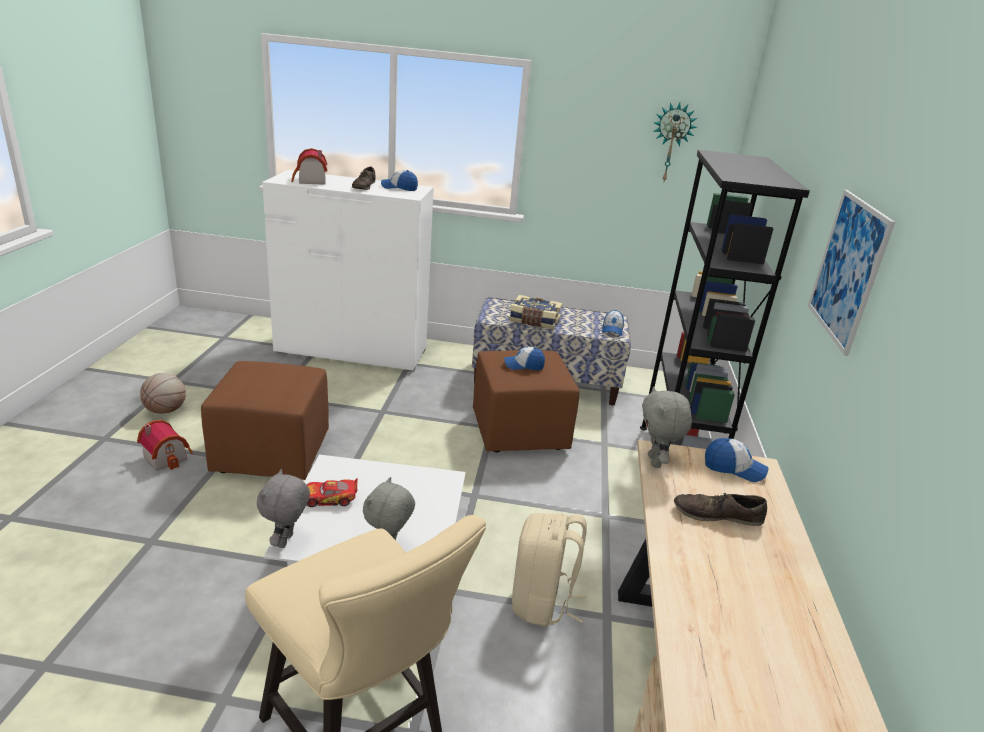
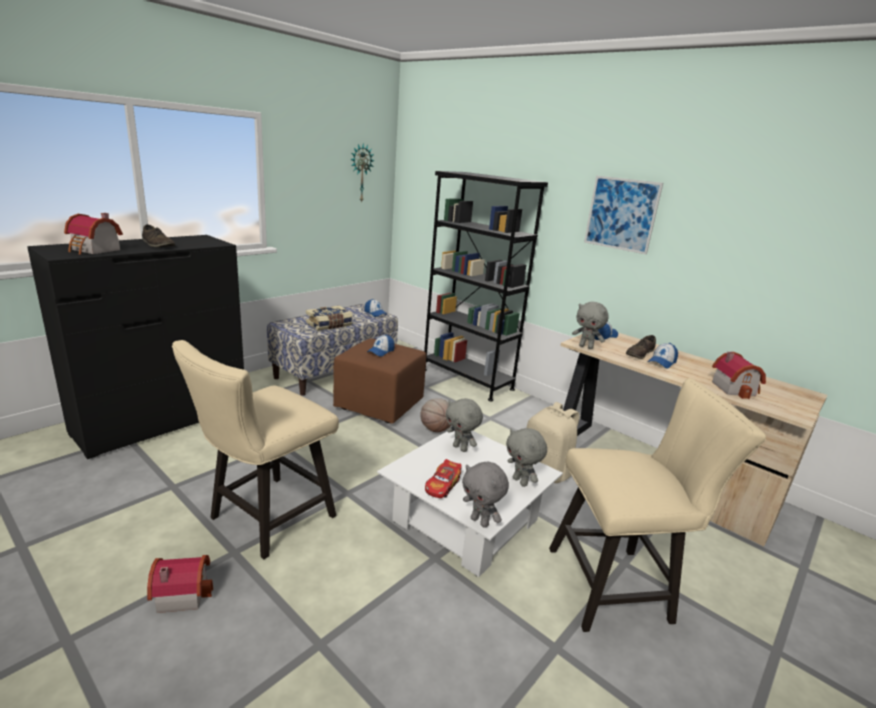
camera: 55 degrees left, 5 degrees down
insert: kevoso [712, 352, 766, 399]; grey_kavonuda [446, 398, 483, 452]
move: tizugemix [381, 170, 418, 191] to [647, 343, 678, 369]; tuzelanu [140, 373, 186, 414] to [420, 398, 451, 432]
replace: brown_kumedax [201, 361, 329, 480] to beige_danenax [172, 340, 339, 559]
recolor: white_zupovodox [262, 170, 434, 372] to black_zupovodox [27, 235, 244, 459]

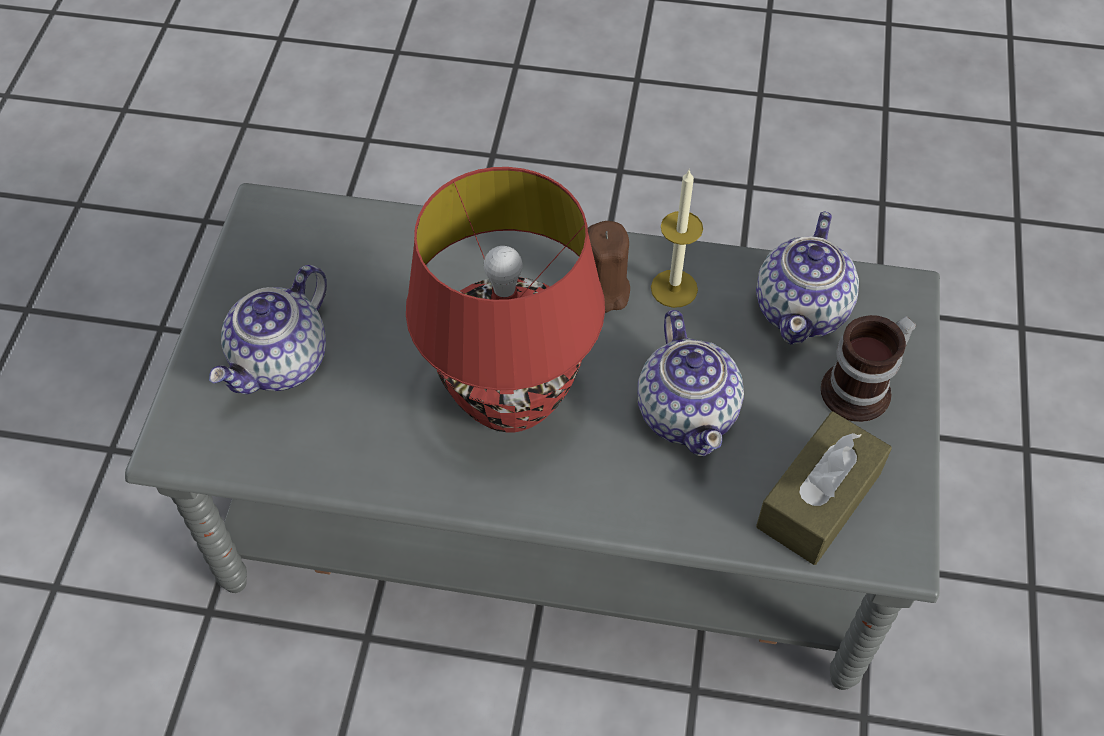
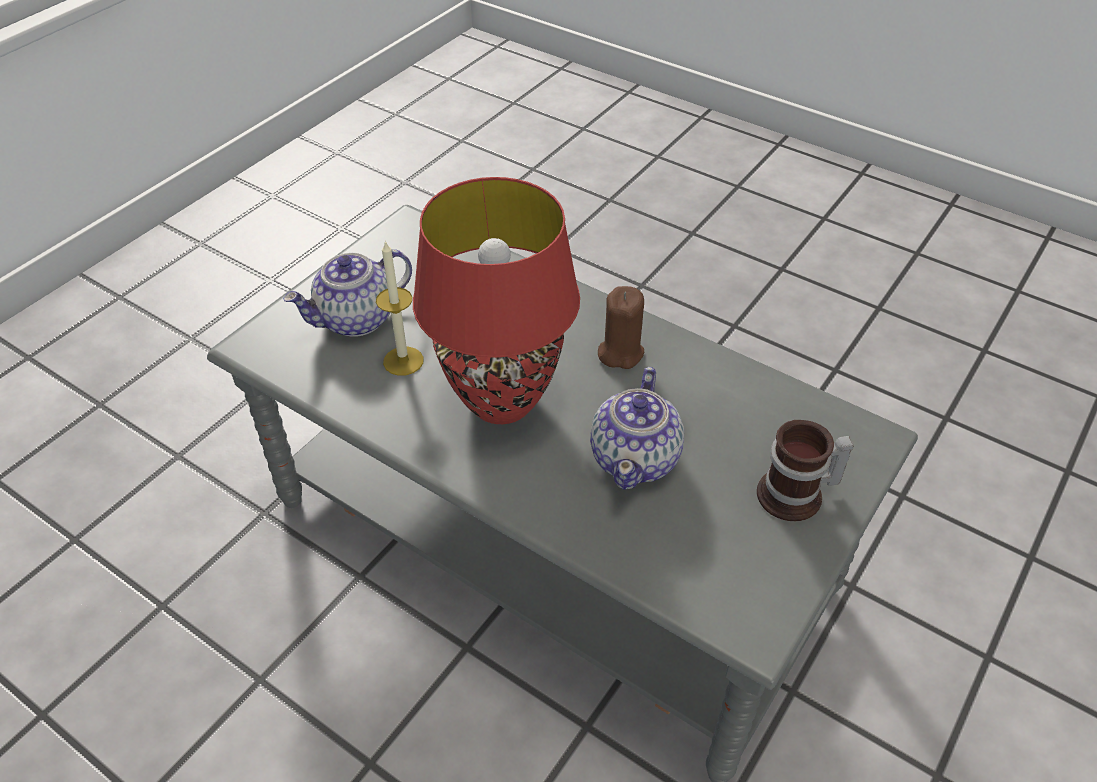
camera: 25 degrees right, 10 degrees down
delete: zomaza [756, 211, 859, 344]; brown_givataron [756, 412, 892, 565]
move: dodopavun [651, 170, 703, 308] to [376, 241, 424, 376]

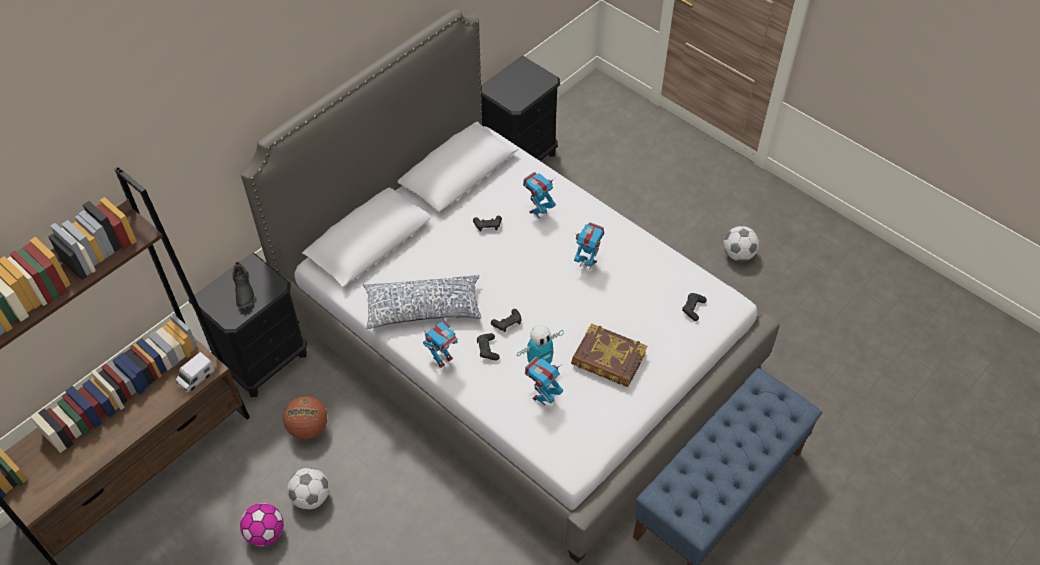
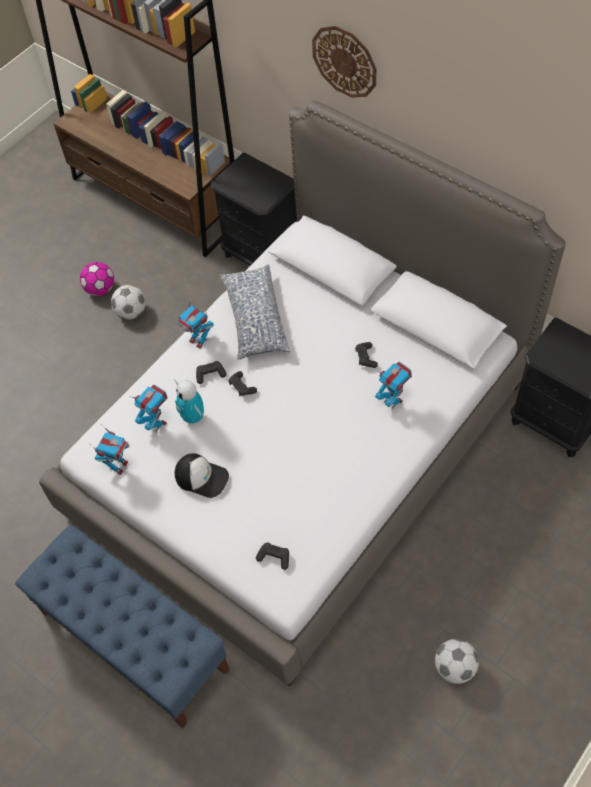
camera: 90 degrees right, 5 degrees up
delete: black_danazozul [233, 262, 254, 309]; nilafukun [176, 352, 215, 393]; tuzelanu [283, 396, 327, 440]
insert: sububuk [312, 26, 376, 98]
move: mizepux [574, 222, 605, 270] to [90, 424, 129, 475]
replace: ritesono [571, 323, 647, 387] to tizugemix [175, 453, 229, 498]

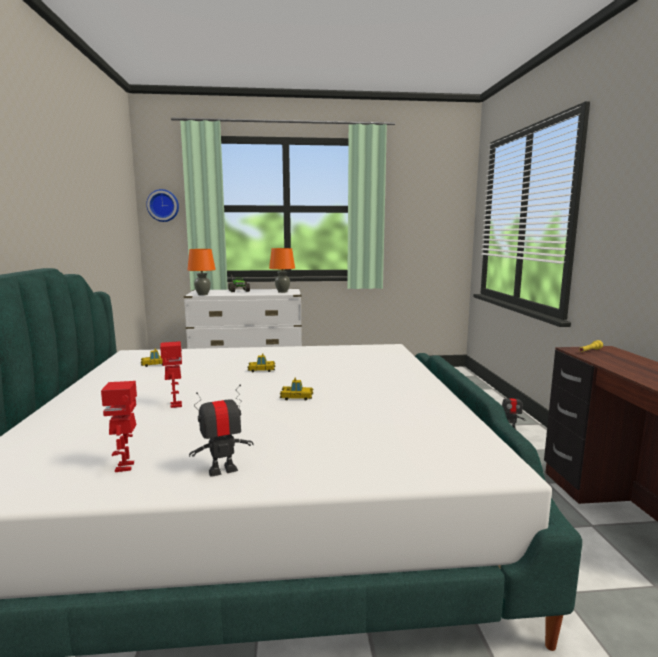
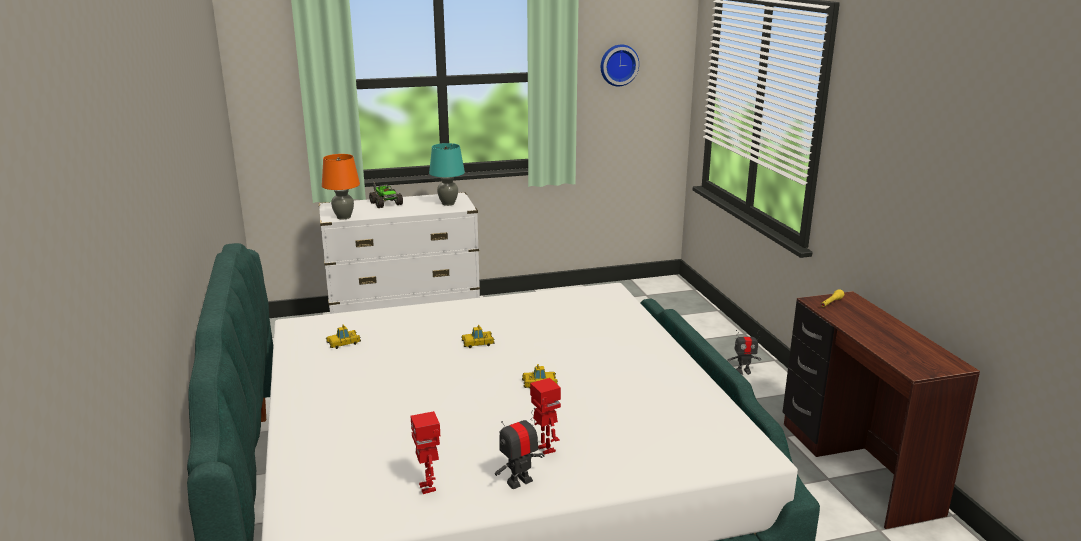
camera: 10 degrees left, 10 degrees up
move: sububuk [146, 189, 179, 222] to [601, 44, 639, 86]; mizepux [160, 341, 182, 408] to [530, 378, 561, 455]
recolor: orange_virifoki [269, 248, 295, 293] to turquoise_virifoki [429, 143, 465, 206]

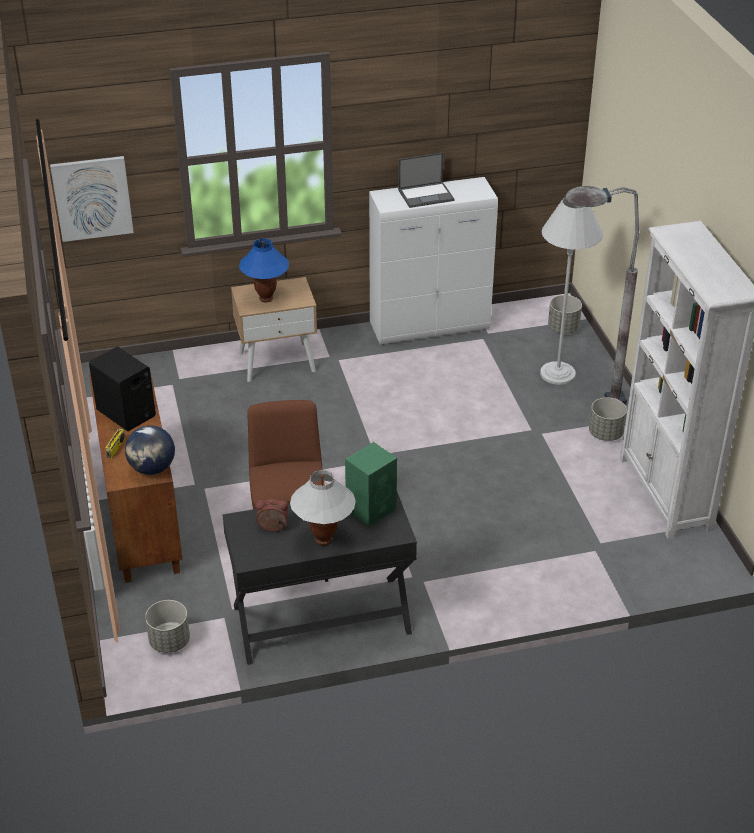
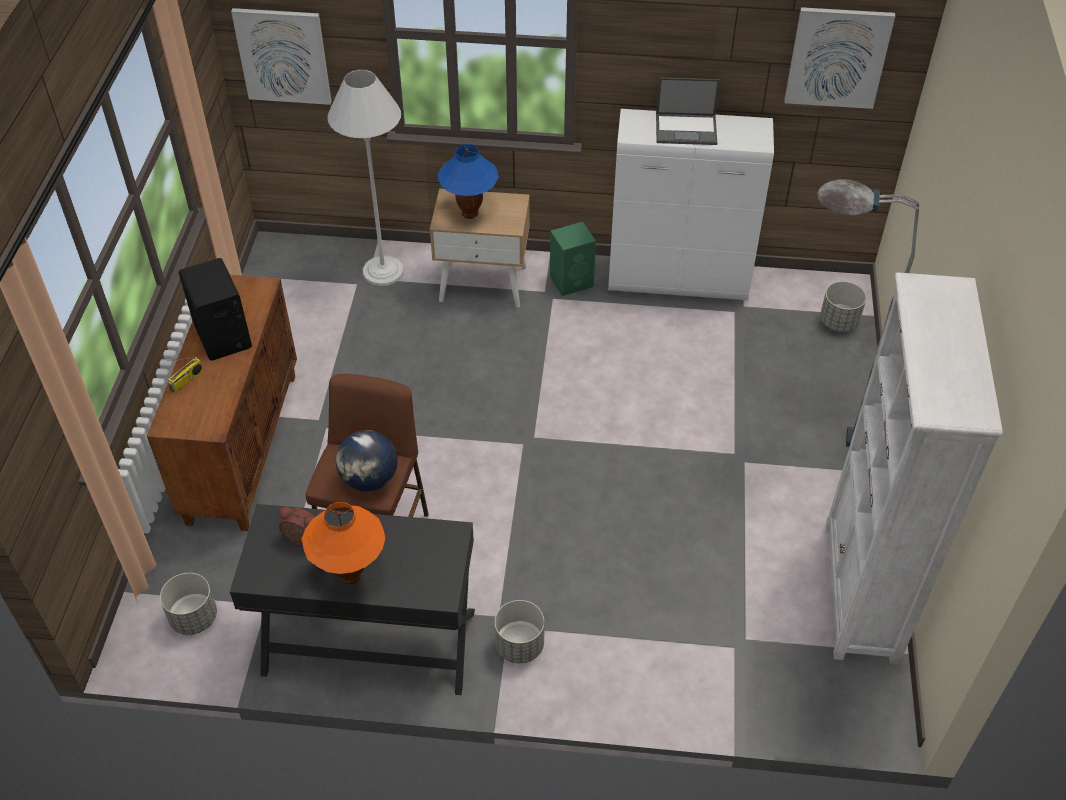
camera: 20 degrees right, 10 degrees up
insert: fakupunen [784, 7, 895, 109]
move: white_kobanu [540, 197, 603, 385] to [327, 69, 404, 286]; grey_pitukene [589, 397, 627, 441] to [495, 600, 545, 663]; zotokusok [125, 425, 175, 475] to [336, 430, 398, 492]; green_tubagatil [345, 442, 397, 527] to [550, 222, 596, 296]
recolor: white_virifoki [290, 470, 356, 546] to orange_virifoki [302, 502, 385, 584]

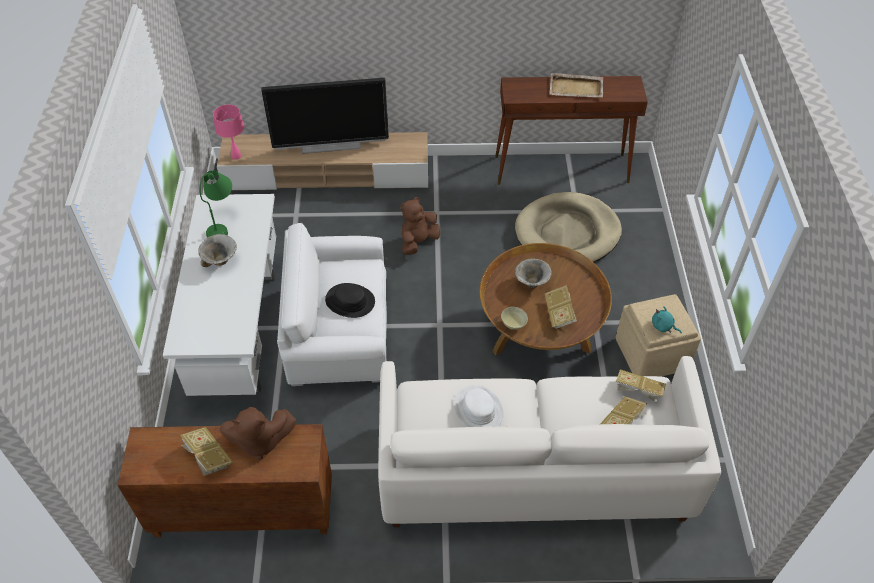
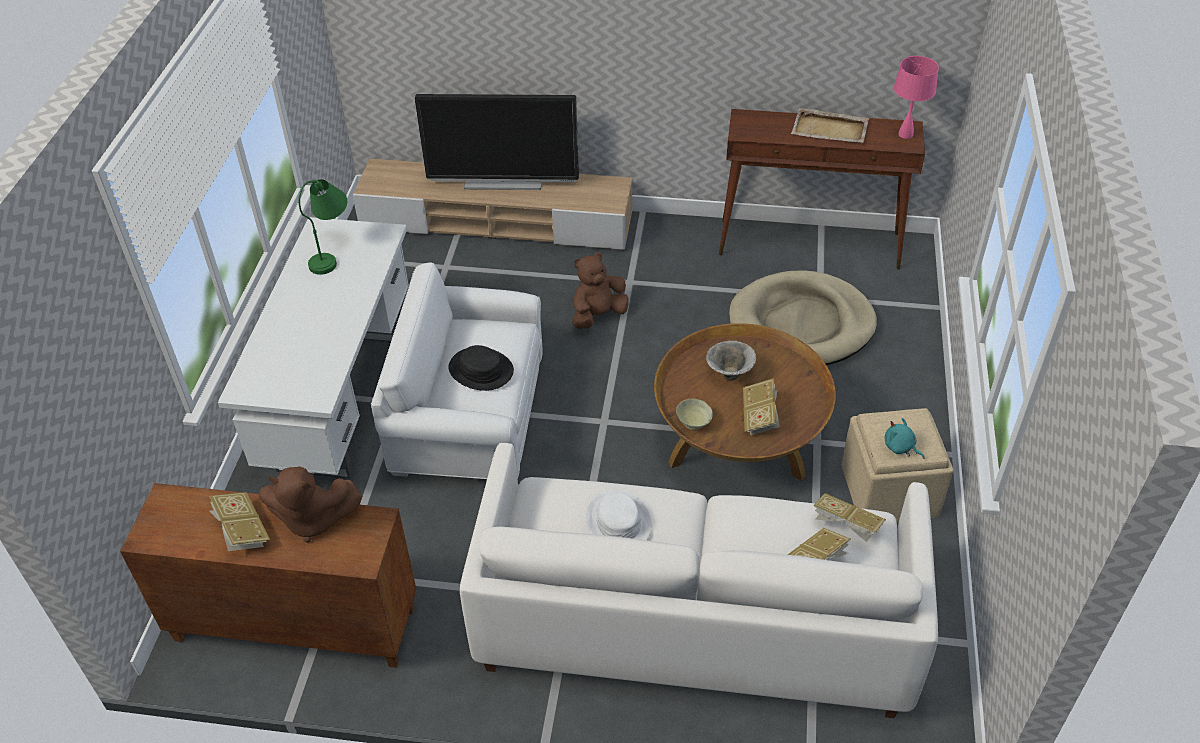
camera: 10 degrees right, 5 degrees down
delete: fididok [198, 234, 237, 267]
move: pink_virifoki [213, 105, 244, 160] to [894, 56, 939, 139]

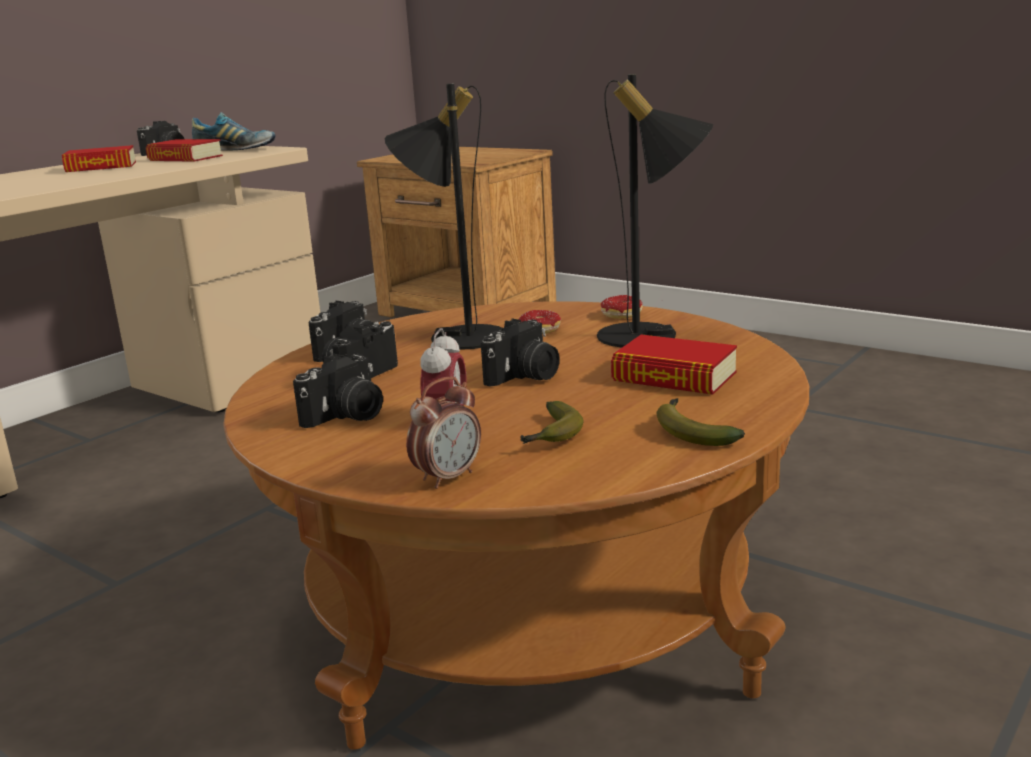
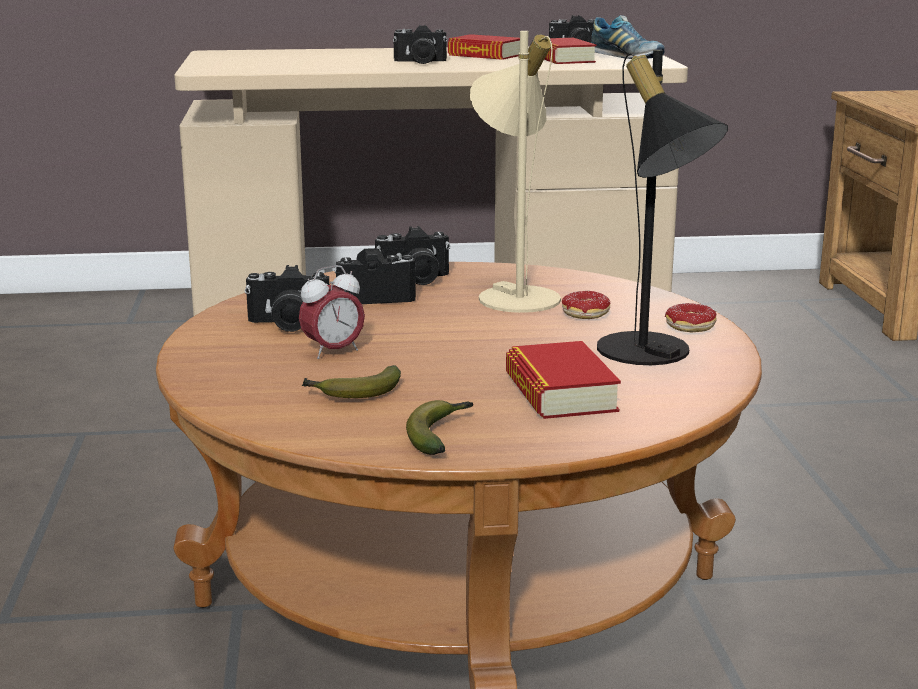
camera: 45 degrees right, 0 degrees up
delete: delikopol [406, 377, 481, 489]
move: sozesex [481, 318, 560, 387] to [393, 25, 447, 64]
recolor: black_virifoki [384, 84, 503, 350] to beige_virifoki [470, 31, 561, 313]

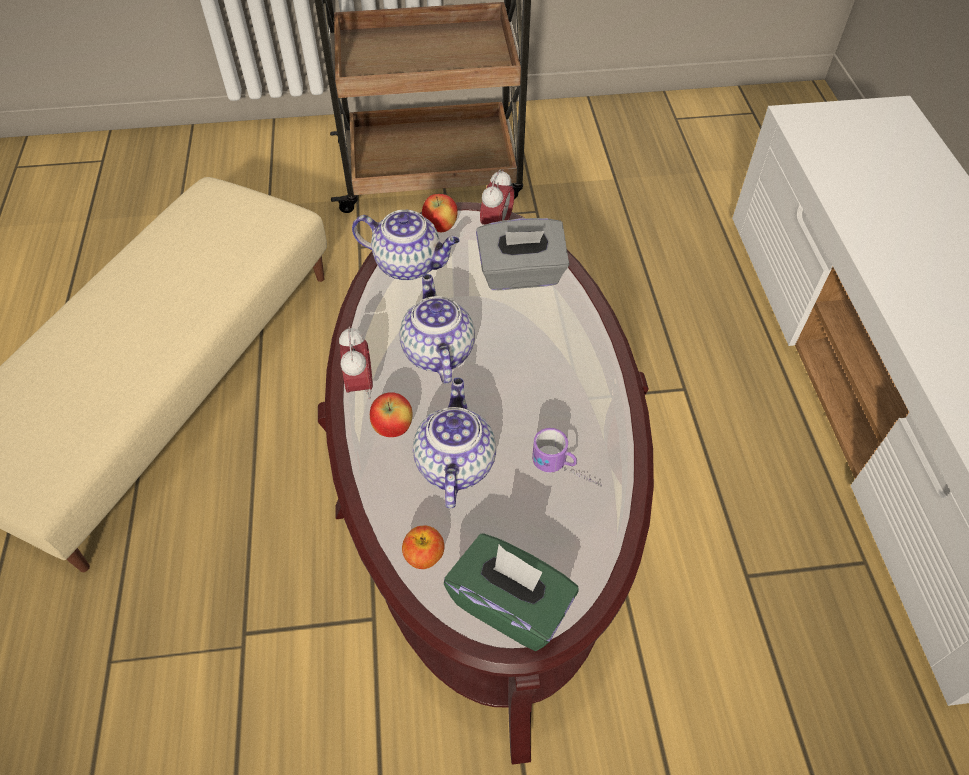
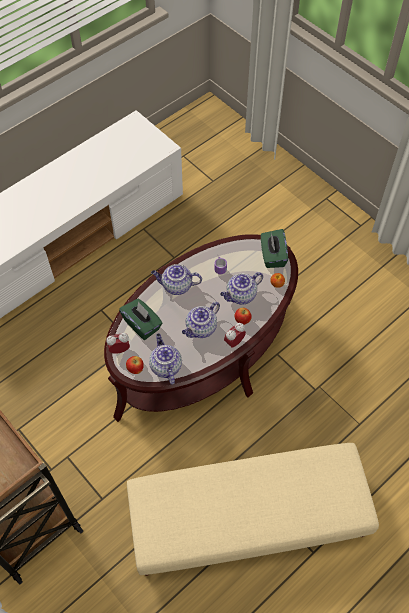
camera: 125 degrees left, 5 degrees up
insert: zomaza [151, 264, 202, 295]
recolor: grey_givataron [476, 218, 569, 290] to green_givataron [119, 298, 162, 340]

